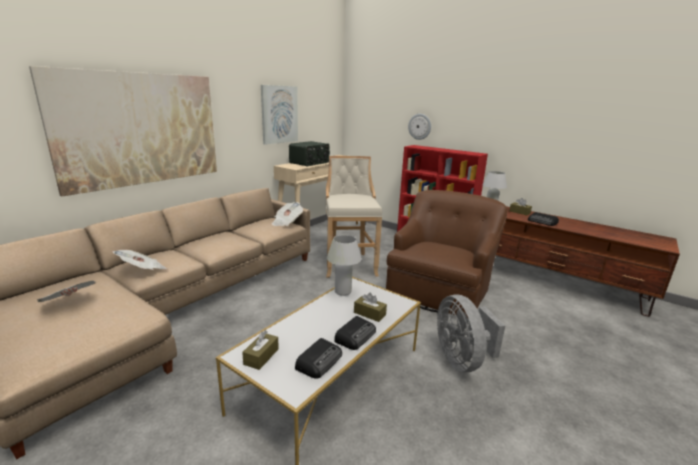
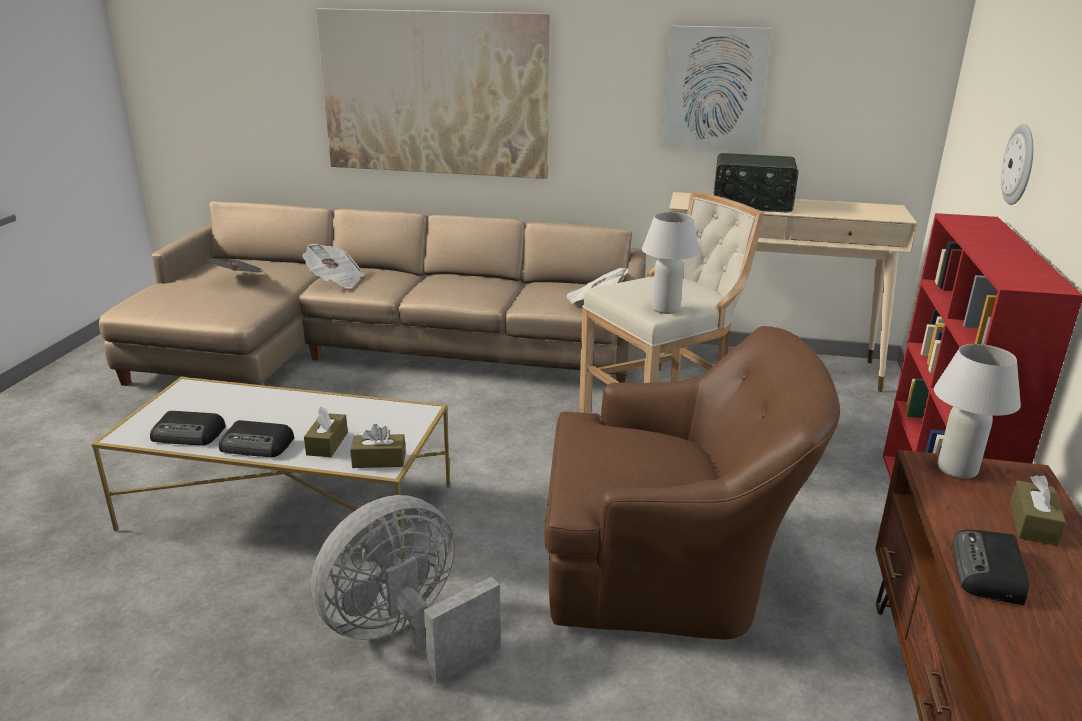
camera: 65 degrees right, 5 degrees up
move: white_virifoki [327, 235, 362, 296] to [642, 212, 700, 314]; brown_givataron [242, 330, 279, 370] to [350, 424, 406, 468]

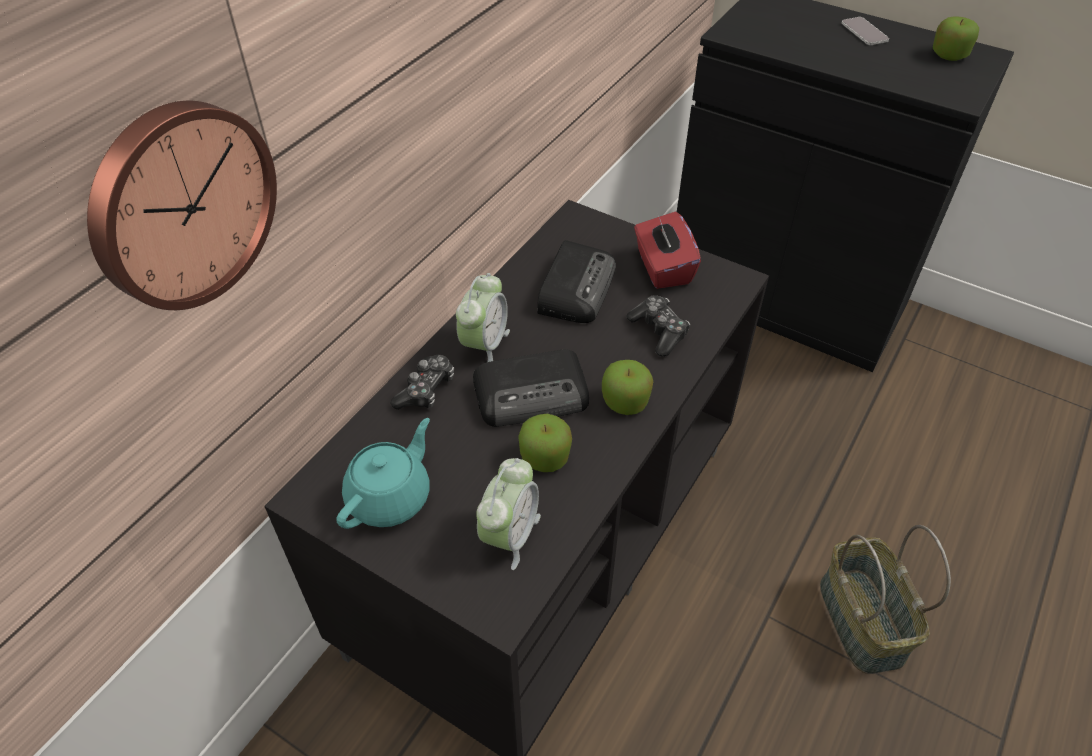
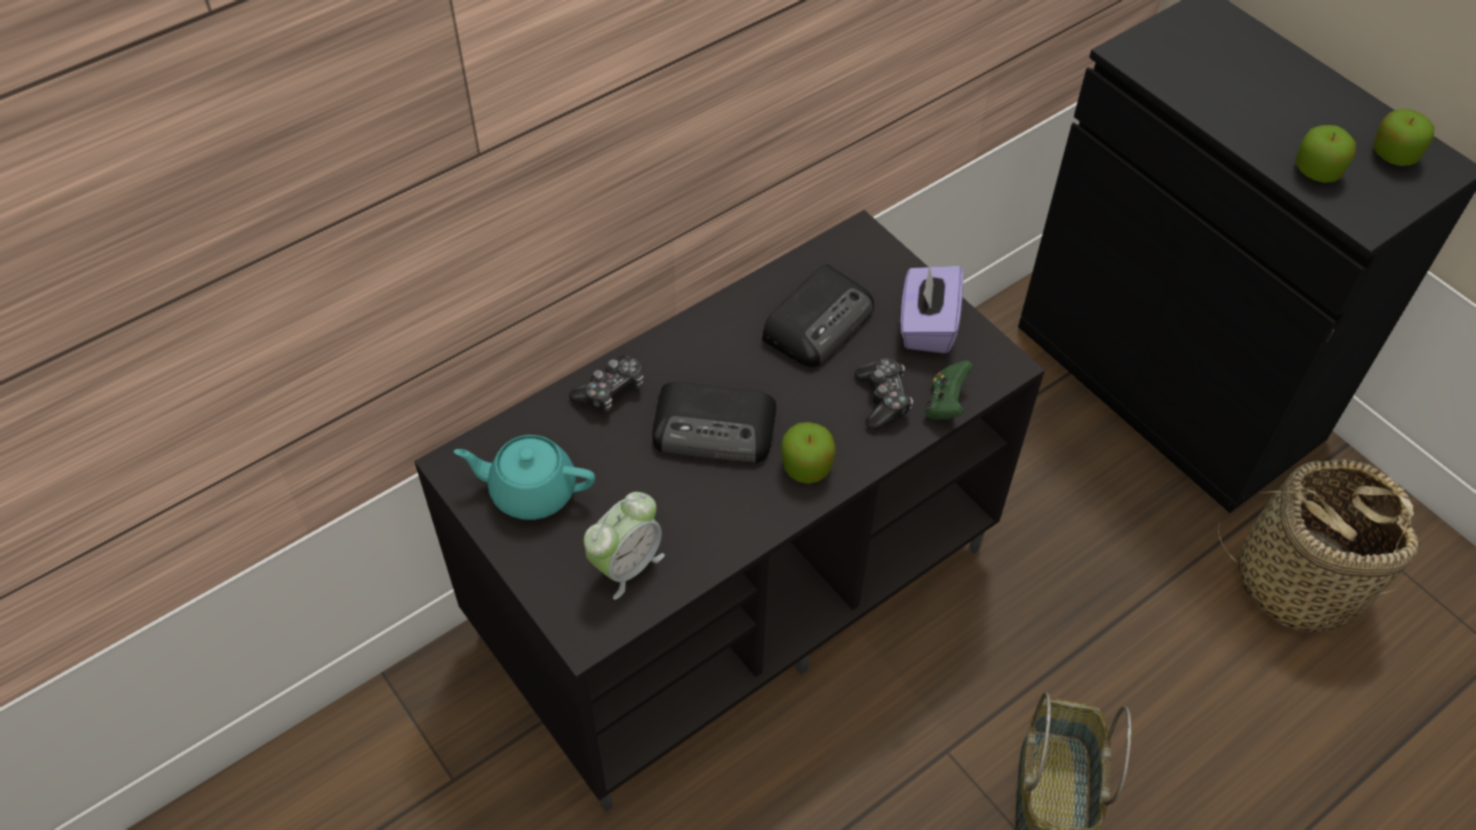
camera: 20 degrees right, 5 degrees up
delete: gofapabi [841, 17, 889, 45]; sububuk [87, 101, 277, 310]; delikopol [456, 273, 510, 362]
insert: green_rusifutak [925, 360, 973, 419]; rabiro [1218, 459, 1422, 633]
move: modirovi [518, 414, 572, 472] to [1295, 125, 1356, 183]
recolor: red_givataron [634, 212, 701, 289] to purple_givataron [901, 266, 963, 354]
rotate: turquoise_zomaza [336, 418, 430, 529] = [454, 435, 595, 520] 135 degrees counterclockwise

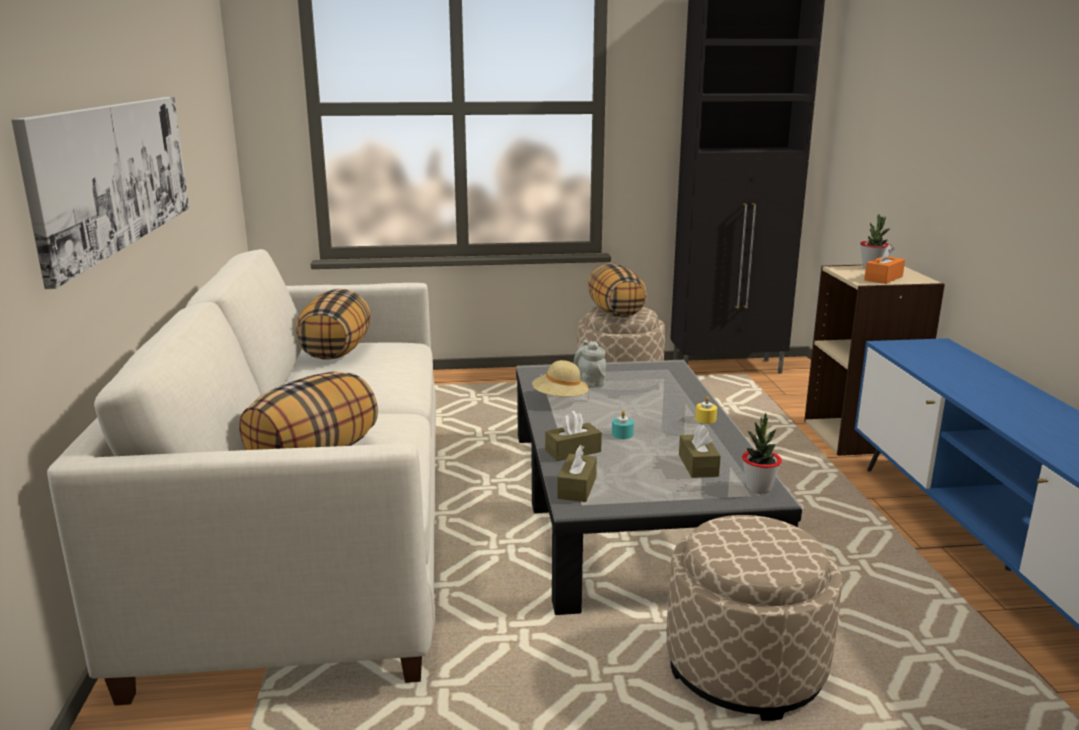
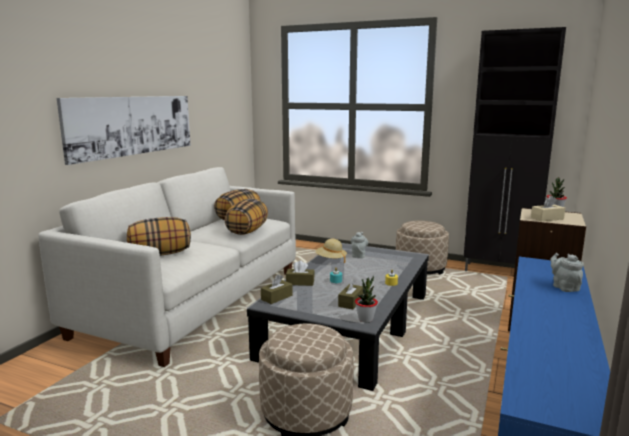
camera: 30 degrees right, 5 degrees down
insert: grey_zomaza [550, 253, 584, 292]
move: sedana [588, 263, 647, 317] to [224, 198, 268, 235]
recolor: orange_givataron [864, 244, 905, 284] to beige_givataron [531, 196, 565, 221]

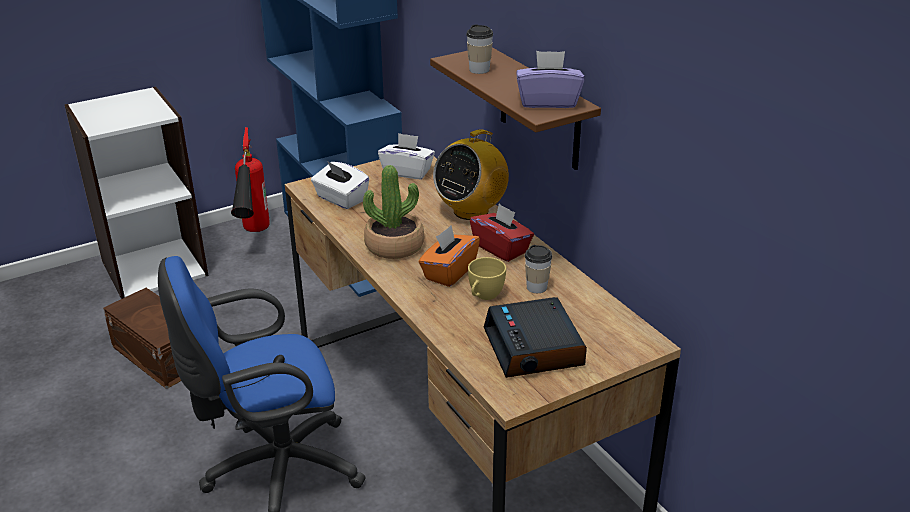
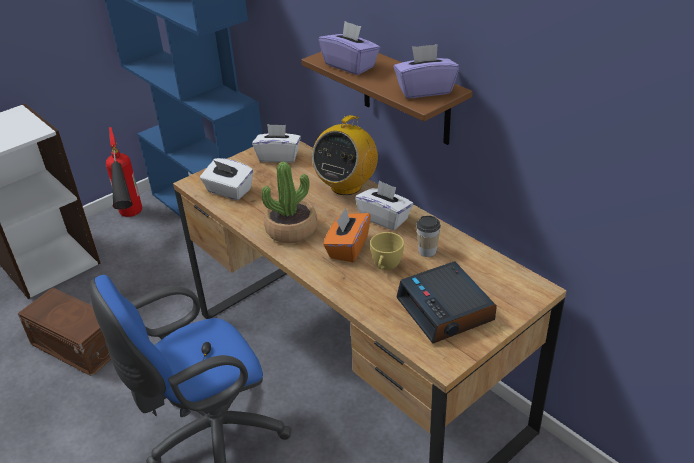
camera: 10 degrees left, 5 degrees up
replace: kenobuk [466, 24, 493, 74] to purple_givataron [318, 21, 380, 75]
recolor: red_givataron [470, 203, 534, 262] to white_givataron [355, 180, 413, 230]

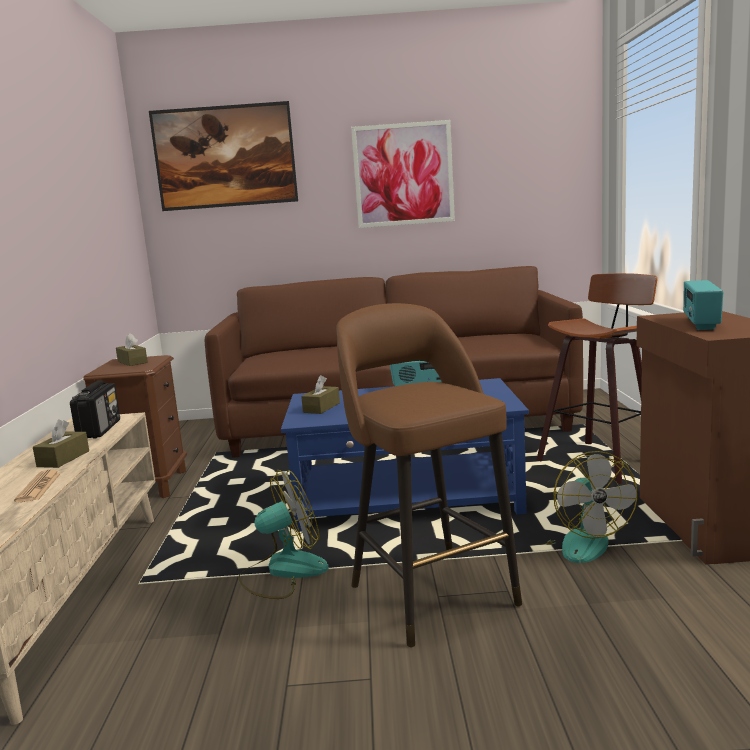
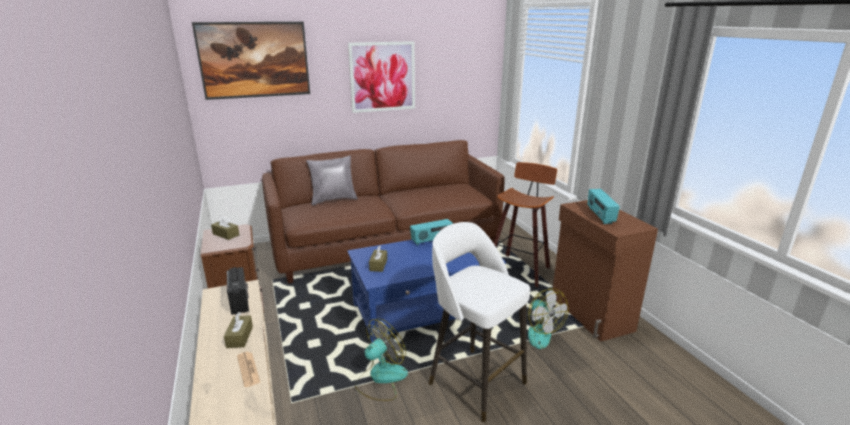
camera: 20 degrees left, 10 degrees up
insert: grey_sedana [306, 156, 358, 205]
recolor: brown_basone [336, 303, 522, 648] to white_basone [429, 222, 530, 422]

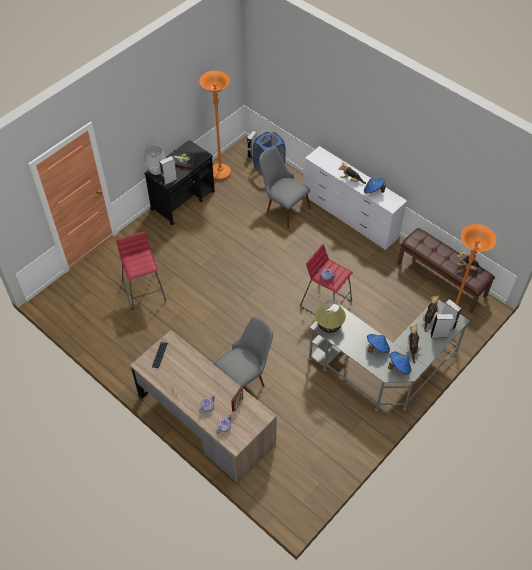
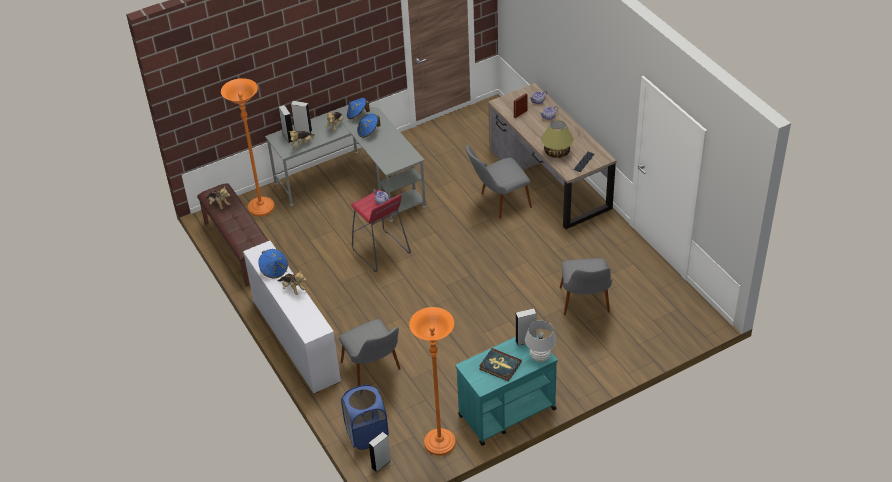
camera: 160 degrees left, 10 degrees down
move: virifoki [315, 300, 346, 333] to [541, 120, 574, 158]
replace: red_basone [116, 231, 166, 310] to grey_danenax [560, 258, 612, 315]
recolor: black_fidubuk [144, 140, 215, 225] to turquoise_fidubuk [455, 334, 558, 446]

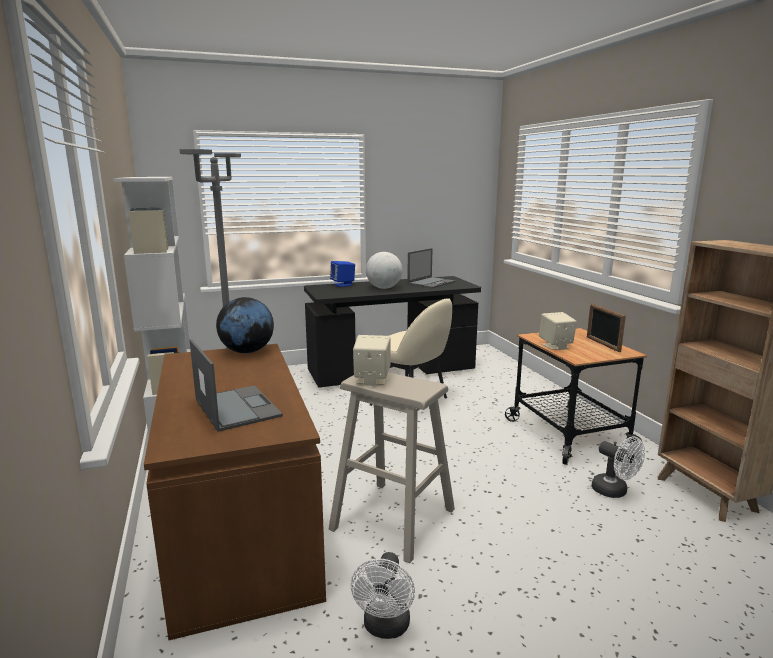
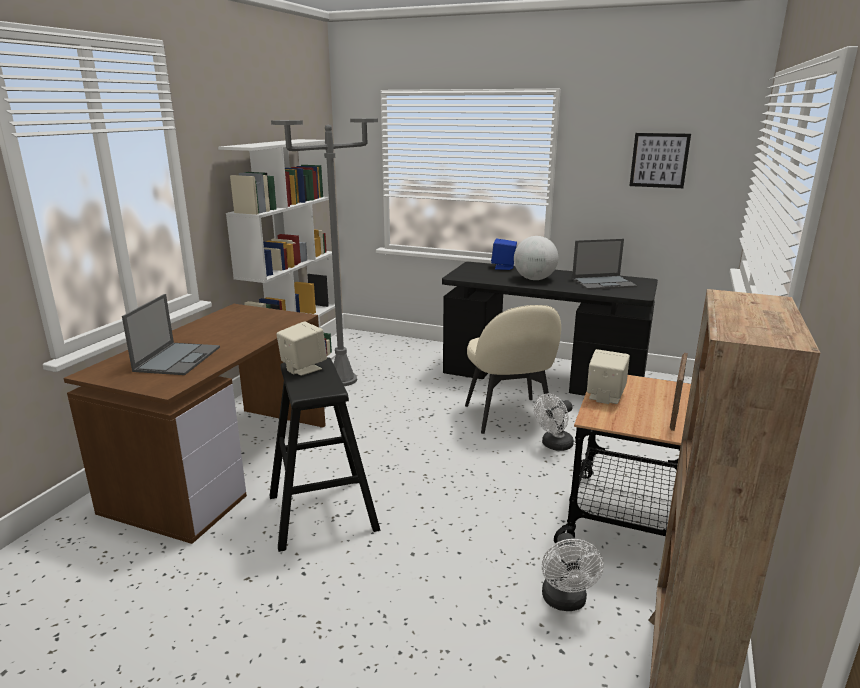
camera: 40 degrees right, 5 degrees up
delete: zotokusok [216, 297, 274, 353]
insert: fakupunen [629, 133, 691, 188]
move: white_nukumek [351, 552, 415, 639] to [534, 394, 574, 451]
recolor: beige_basone [329, 372, 455, 564] to black_basone [270, 357, 380, 552]

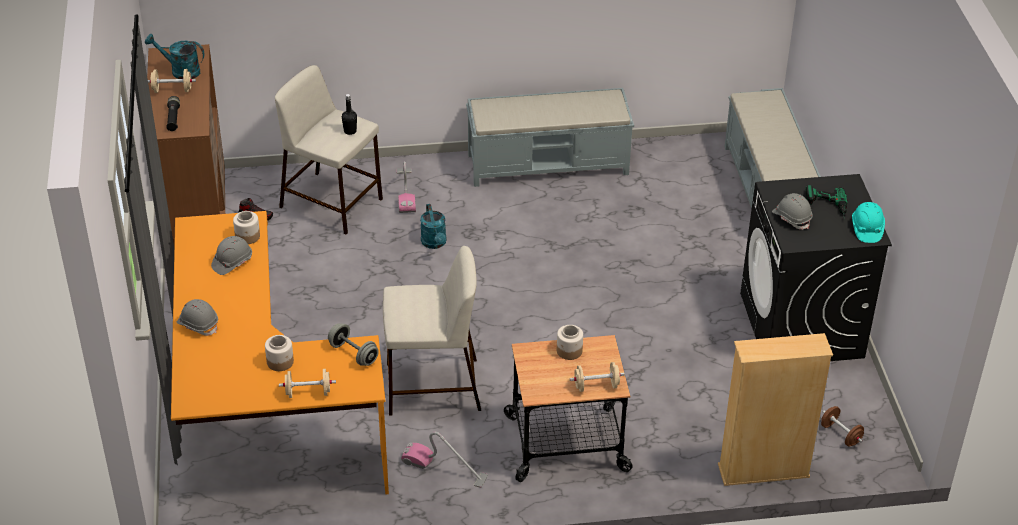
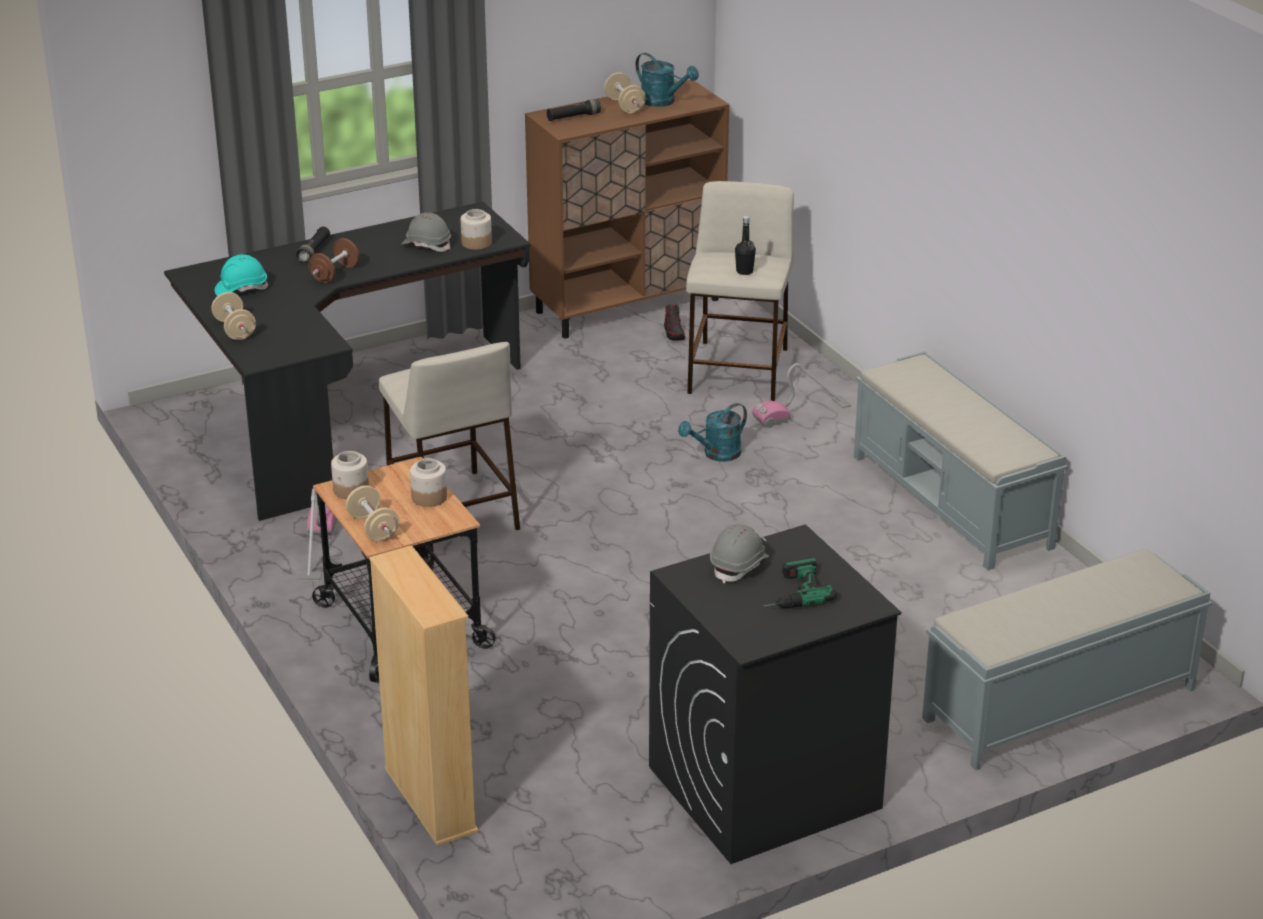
camera: 70 degrees right, 10 degrees down
delete: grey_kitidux [328, 324, 379, 366]
move: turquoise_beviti [852, 202, 885, 243] to [215, 254, 268, 296]; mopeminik [265, 335, 294, 371] to [331, 451, 369, 499]; brown_kitidux [821, 406, 864, 447] to [309, 238, 359, 283]
replace: grey_beviti [177, 299, 218, 336] to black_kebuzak [296, 226, 330, 263]
recolor: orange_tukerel [171, 211, 389, 495] to black_tukerel [164, 202, 530, 521]
rotate: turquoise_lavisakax [145, 34, 204, 79] = [635, 53, 699, 107] 135 degrees clockwise

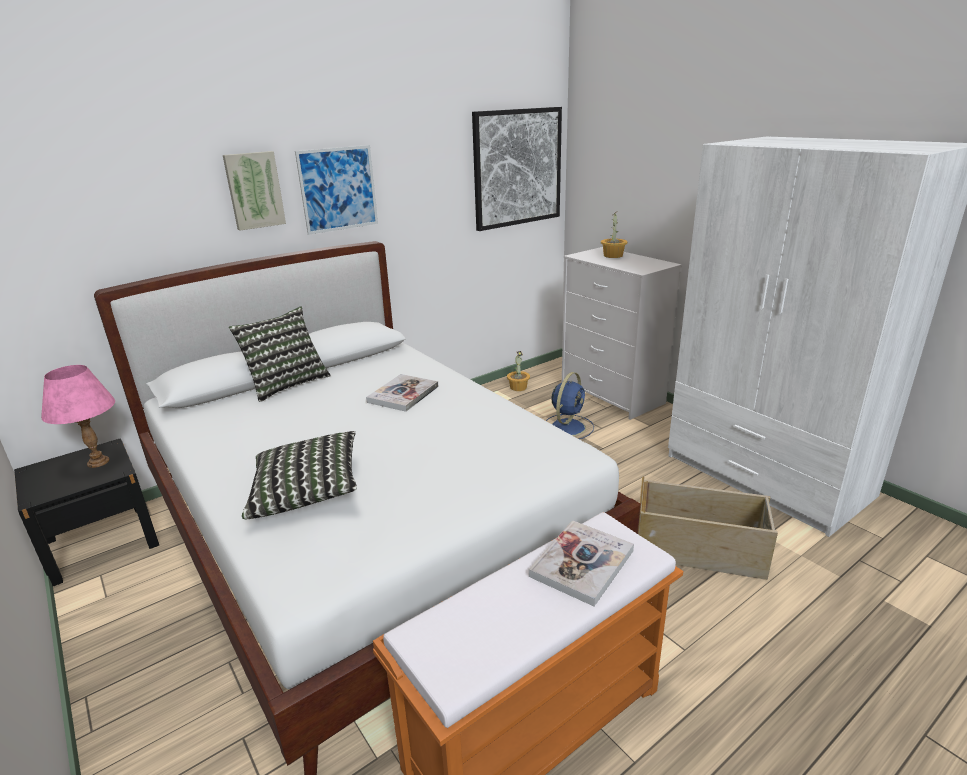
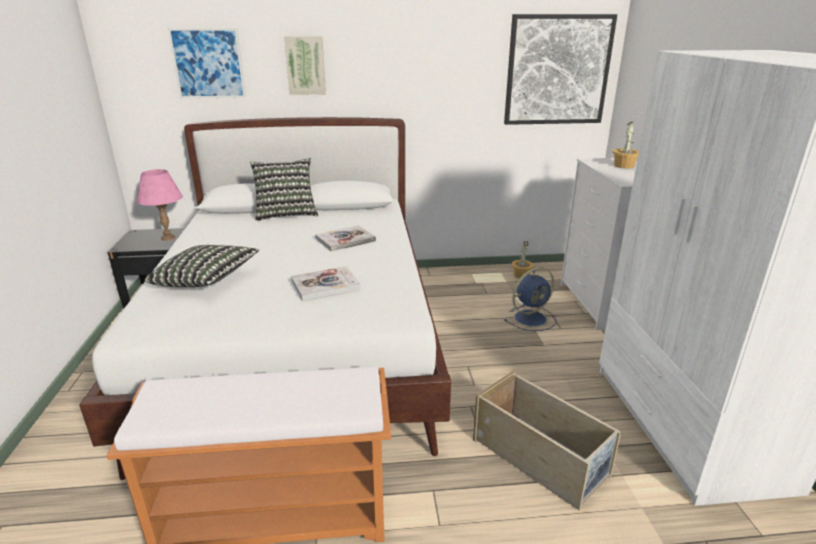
camera: 30 degrees right, 0 degrees up
move: fakupunen [295, 145, 378, 235] to [168, 28, 246, 99]; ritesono [529, 520, 634, 606] to [291, 266, 361, 301]

